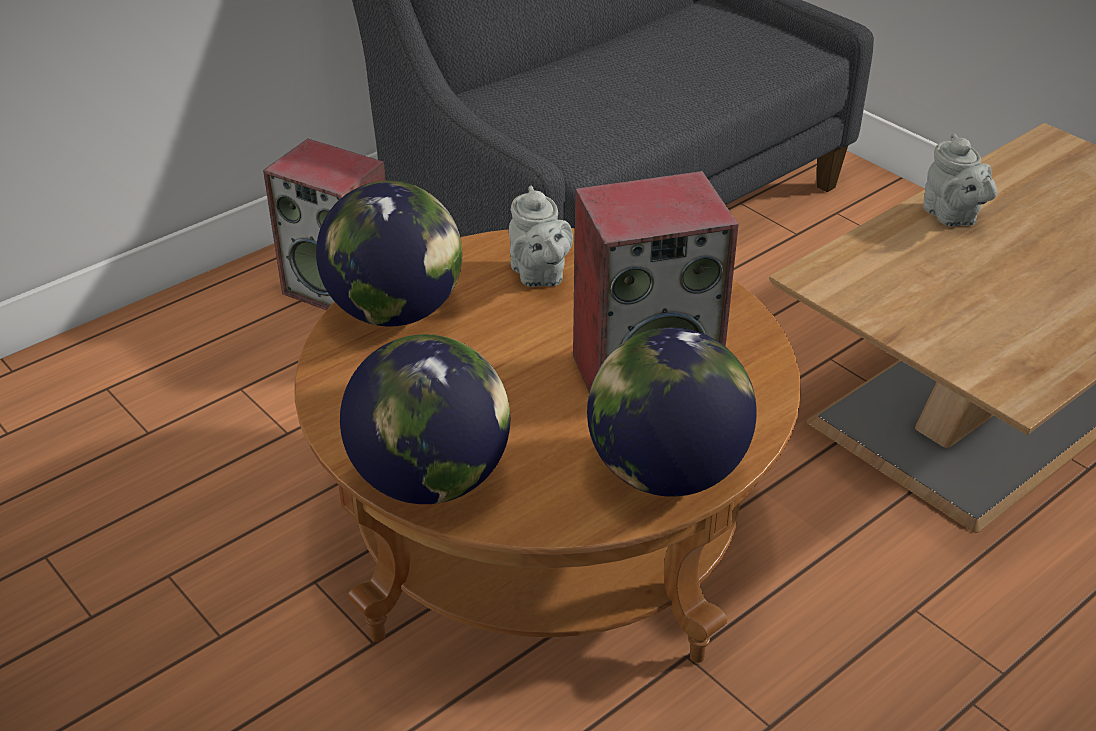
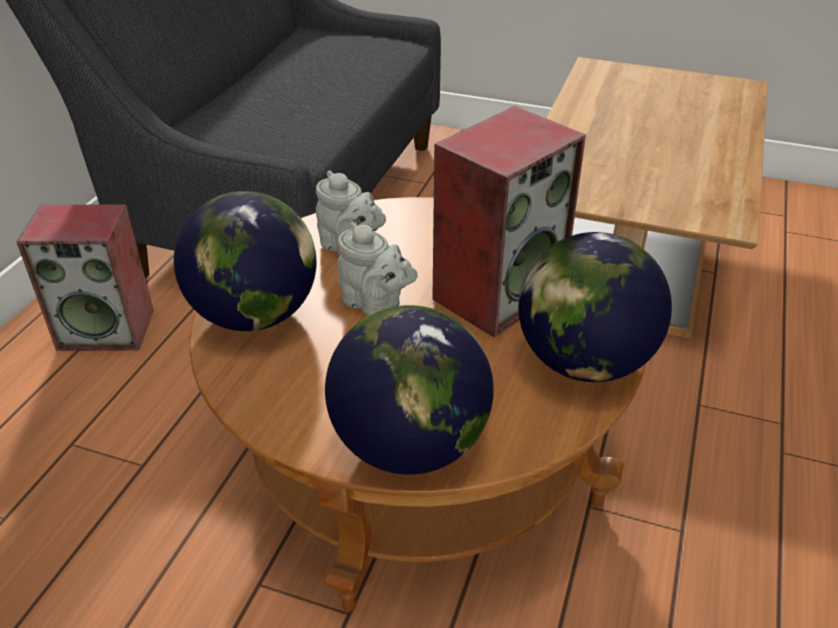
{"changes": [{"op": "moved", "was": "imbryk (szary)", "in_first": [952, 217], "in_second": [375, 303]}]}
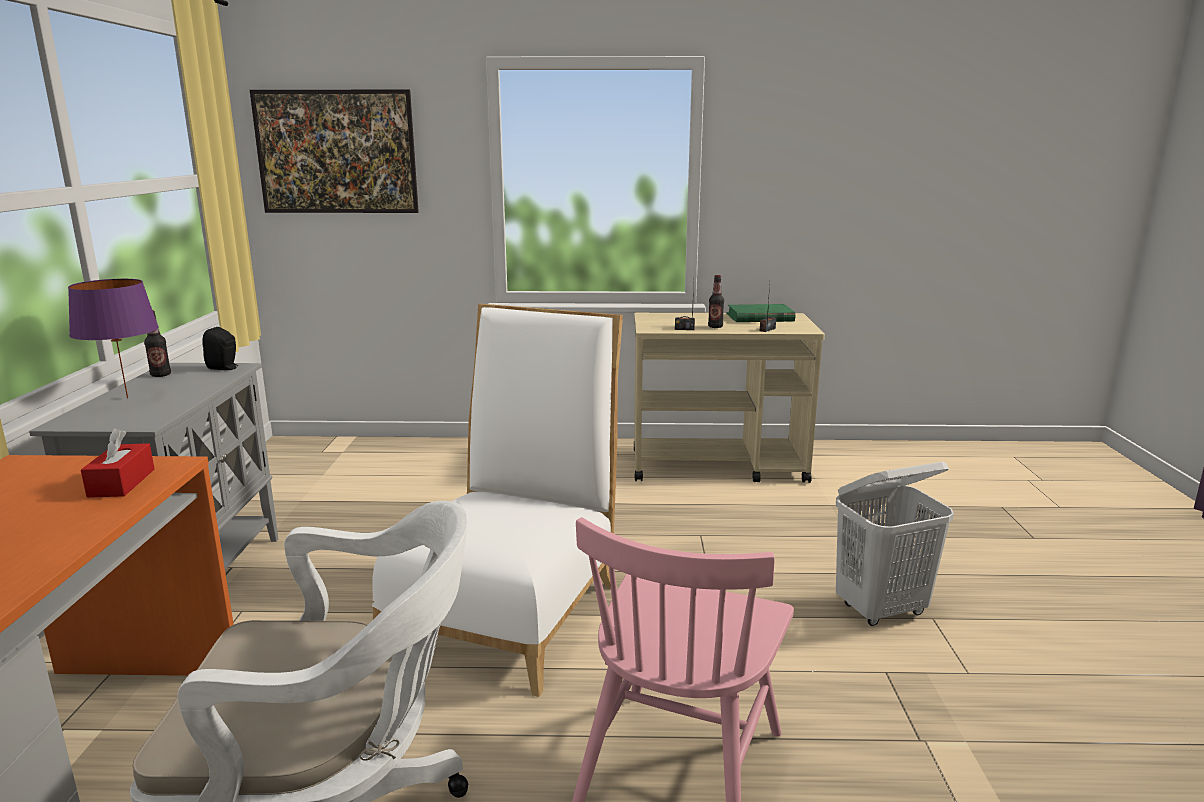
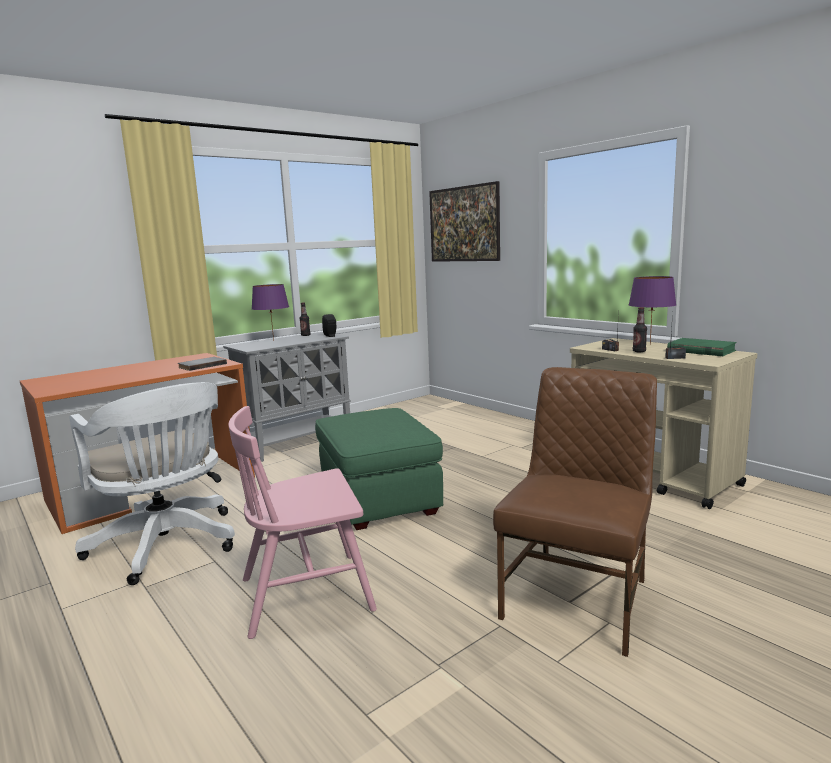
{"changes": [{"op": "added", "now": "lampa stołowa (fioletowy)", "in_second": [649, 344]}, {"op": "replaced", "was": "pudełko chusteczek (czerwony)", "now": "książka (szary)", "in_first": [121, 483], "in_second": [201, 365]}, {"op": "replaced", "was": "krzesło (biały)", "now": "pufa (zielony)", "in_first": [510, 608], "in_second": [378, 498]}, {"op": "replaced", "was": "kosz na pranie (biały)", "now": "krzesło (brązowy)", "in_first": [881, 610], "in_second": [579, 598]}]}
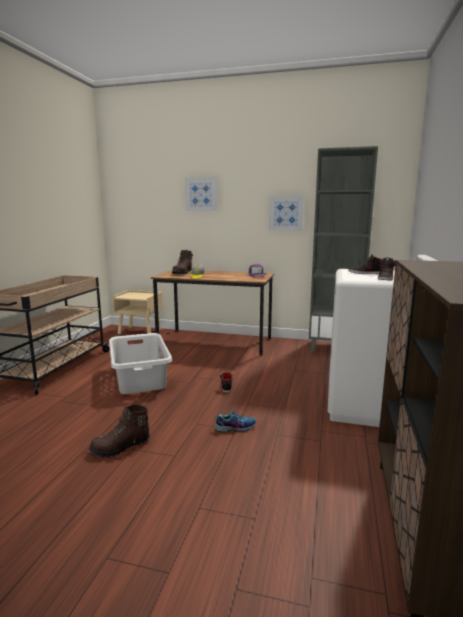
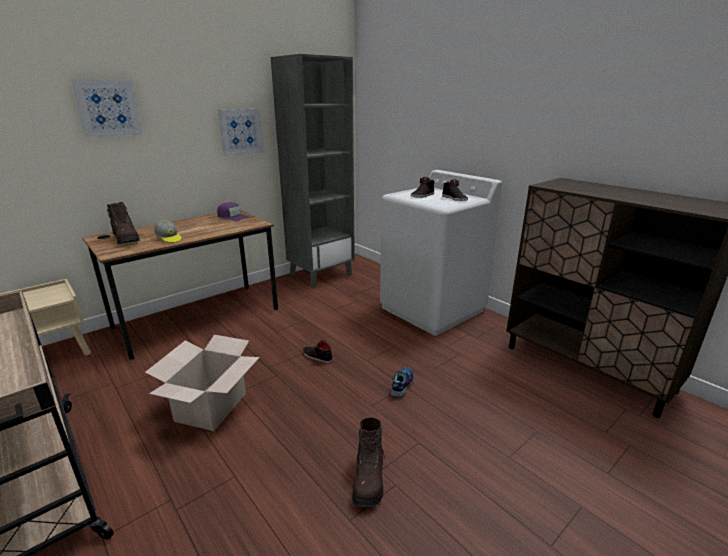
{"changes": [{"op": "replaced", "was": "kosz na pranie (szary)", "now": "karton", "in_first": [140, 377], "in_second": [211, 406]}]}
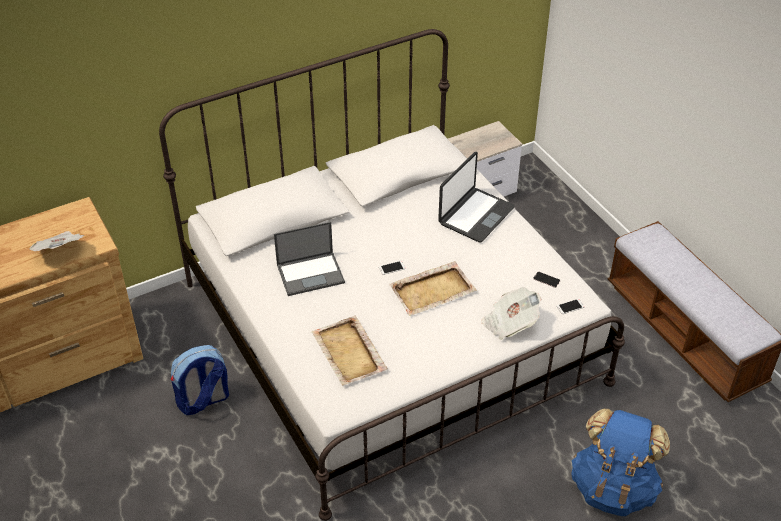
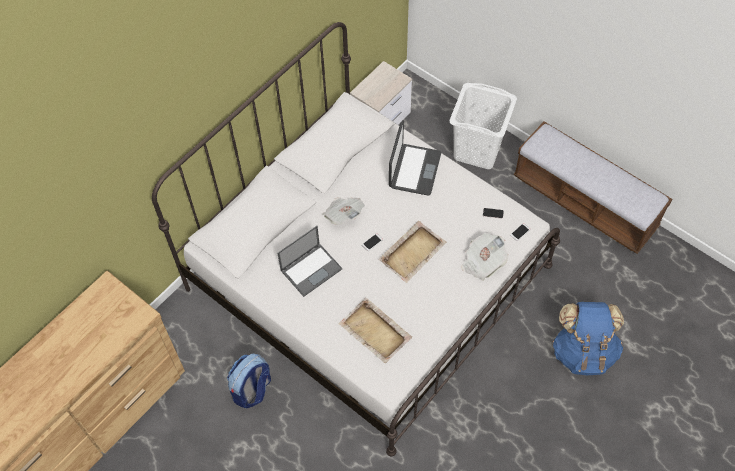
{"changes": [{"op": "added", "now": "kosz na pranie (biały)", "in_second": [478, 150]}, {"op": "moved", "was": "gazeta", "in_first": [60, 251], "in_second": [343, 215]}]}
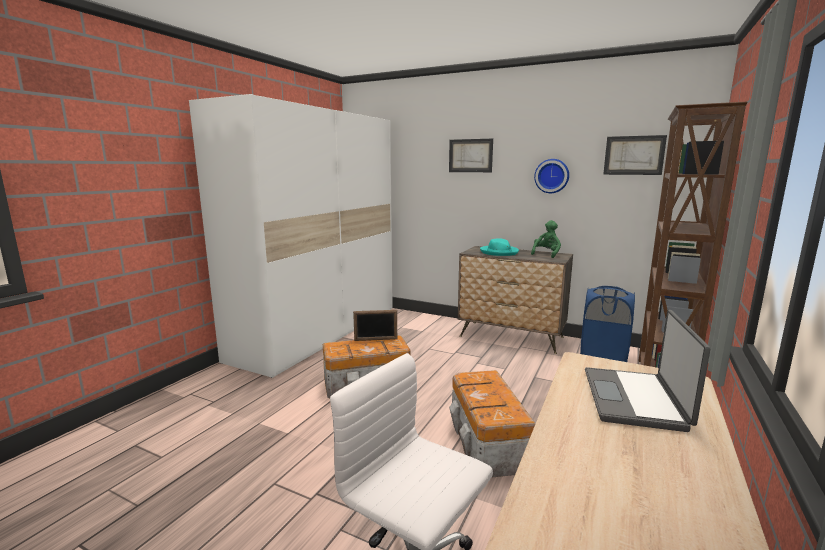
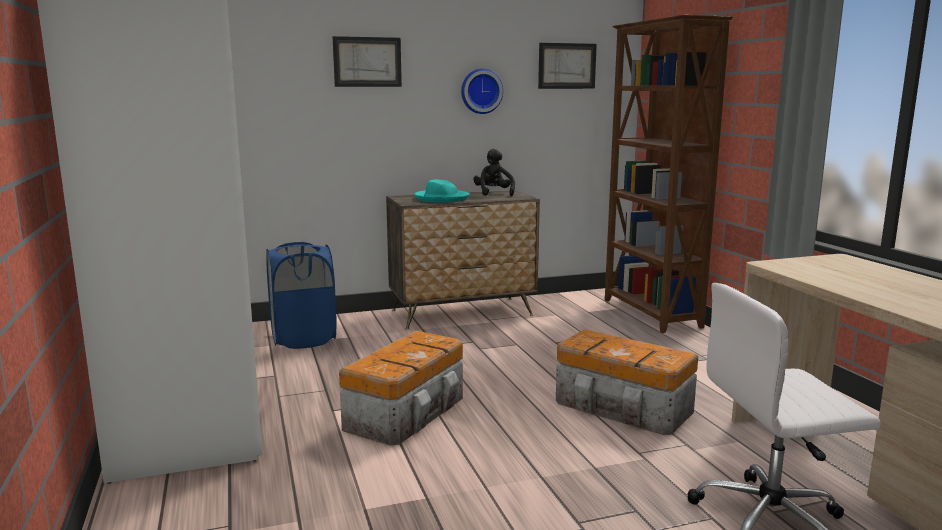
{"changes": [{"op": "removed", "was": "ramka na zdjęcie", "in_first": [375, 339]}, {"op": "removed", "was": "laptop", "in_first": [635, 399]}, {"op": "moved", "was": "kosz na pranie (niebieski)", "in_first": [603, 356], "in_second": [303, 339]}, {"op": "recoloured", "was": "pluszak (zielony)", "now": "pluszak (czarny)", "in_first": [546, 254], "in_second": [493, 193]}]}
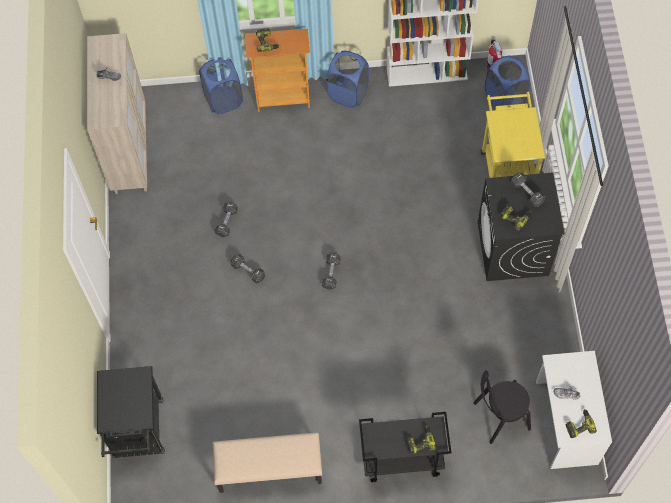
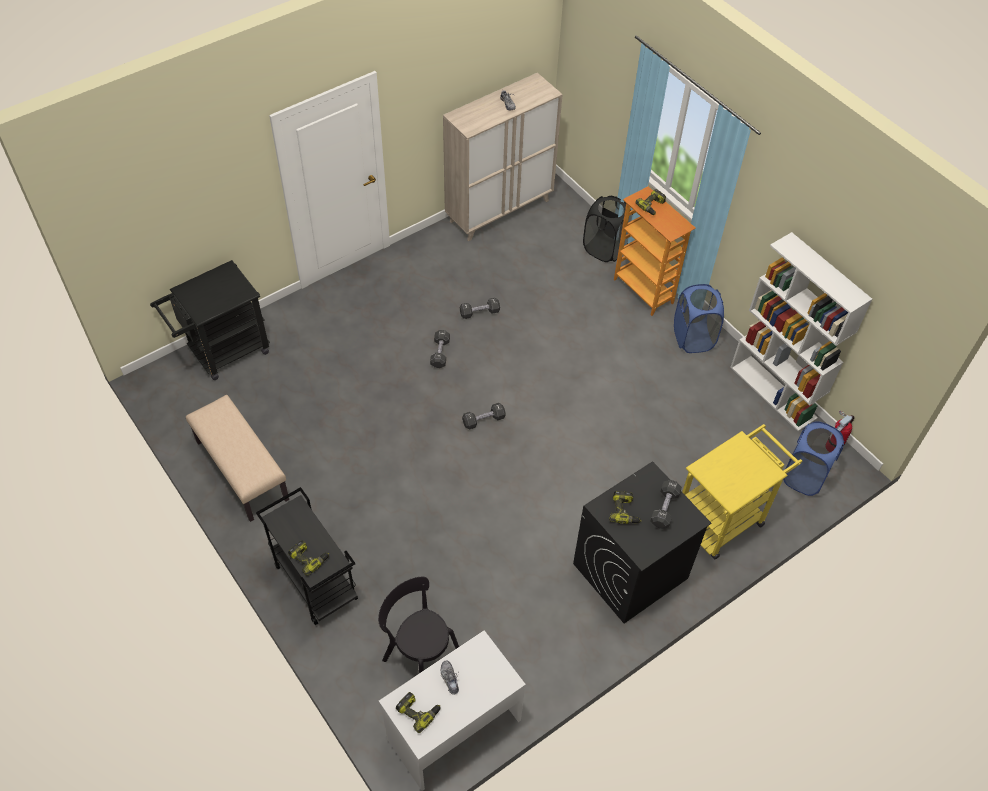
{"changes": [{"op": "recoloured", "was": "kosz na pranie (niebieski)", "now": "kosz na pranie (czarny)", "in_first": [223, 100], "in_second": [605, 249]}]}
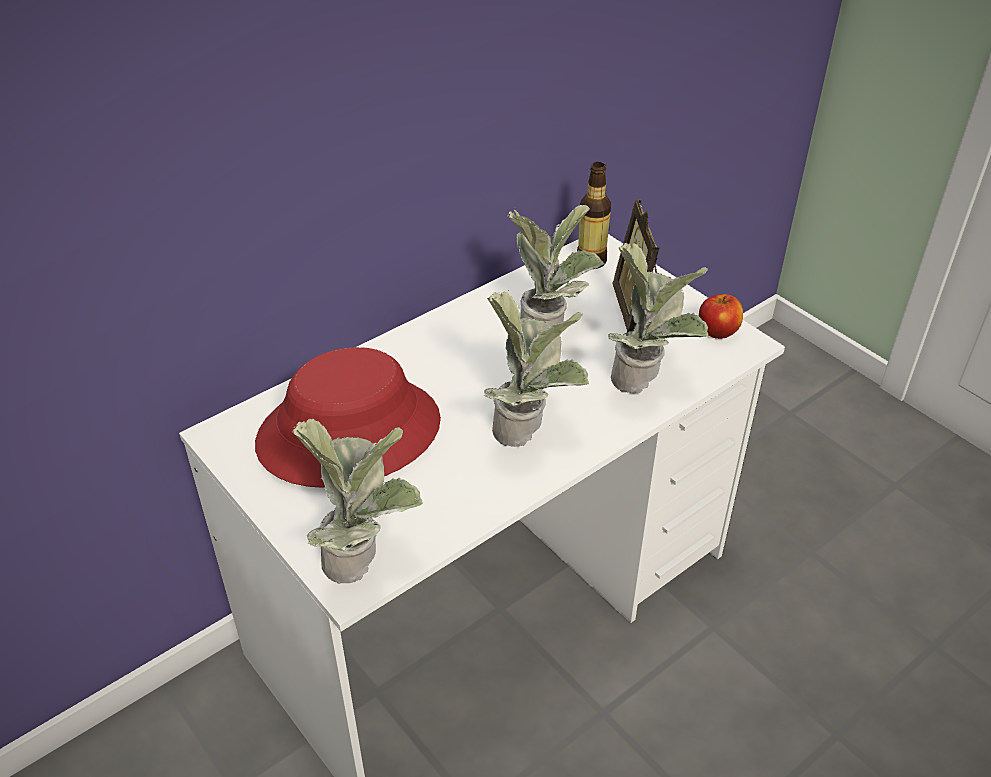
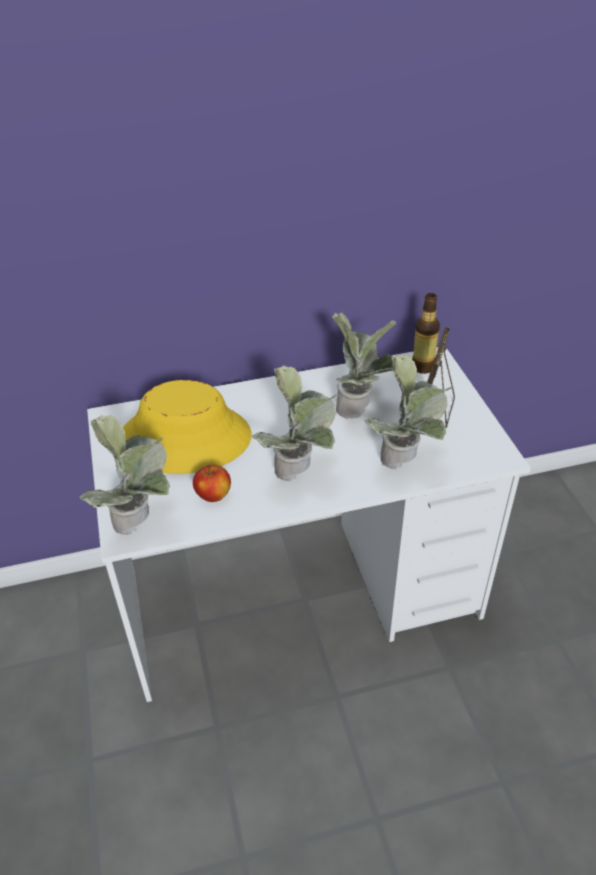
{"changes": [{"op": "moved", "was": "jabłko", "in_first": [717, 332], "in_second": [214, 495]}, {"op": "recoloured", "was": "kapelusz (czerwony)", "now": "kapelusz (żółty)", "in_first": [349, 432], "in_second": [185, 438]}]}
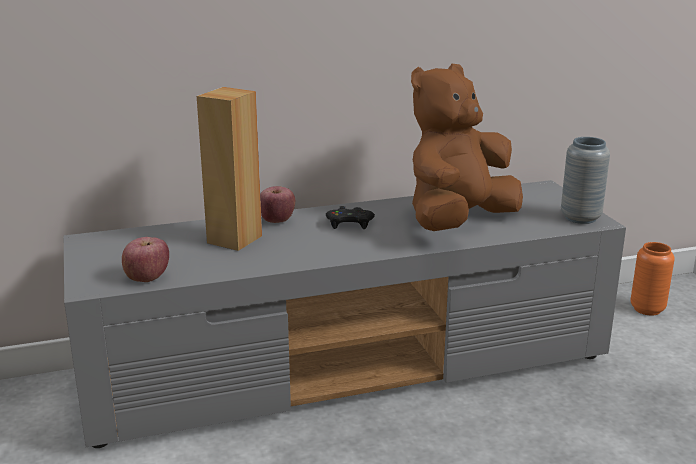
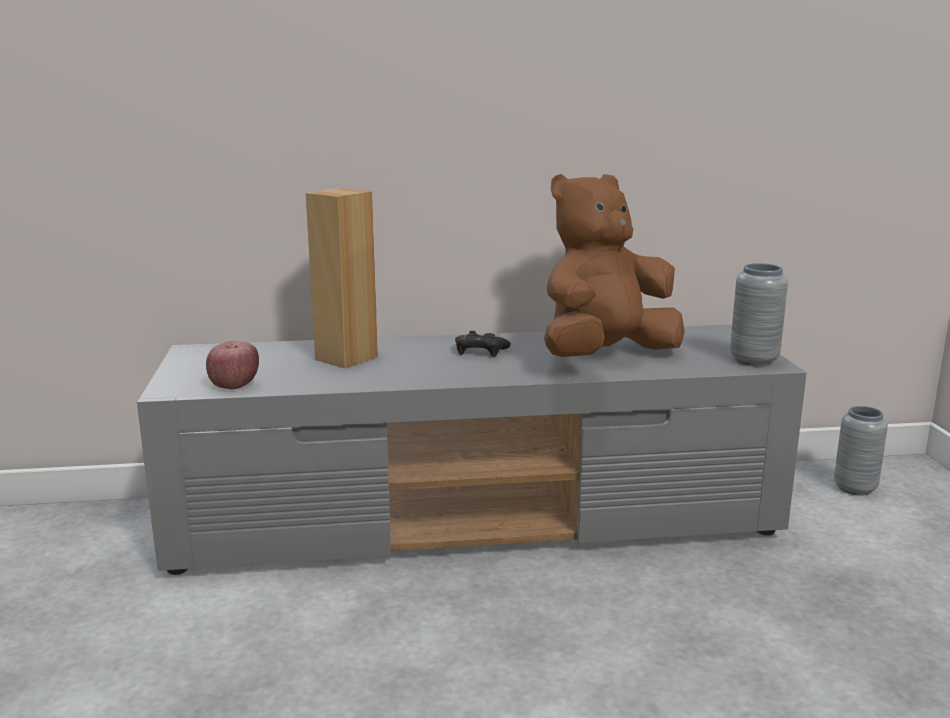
{"changes": [{"op": "removed", "was": "jabłko", "in_first": [277, 221]}, {"op": "recoloured", "was": "wazon (pomarańczowy)", "now": "wazon (szary)", "in_first": [647, 309], "in_second": [855, 488]}]}
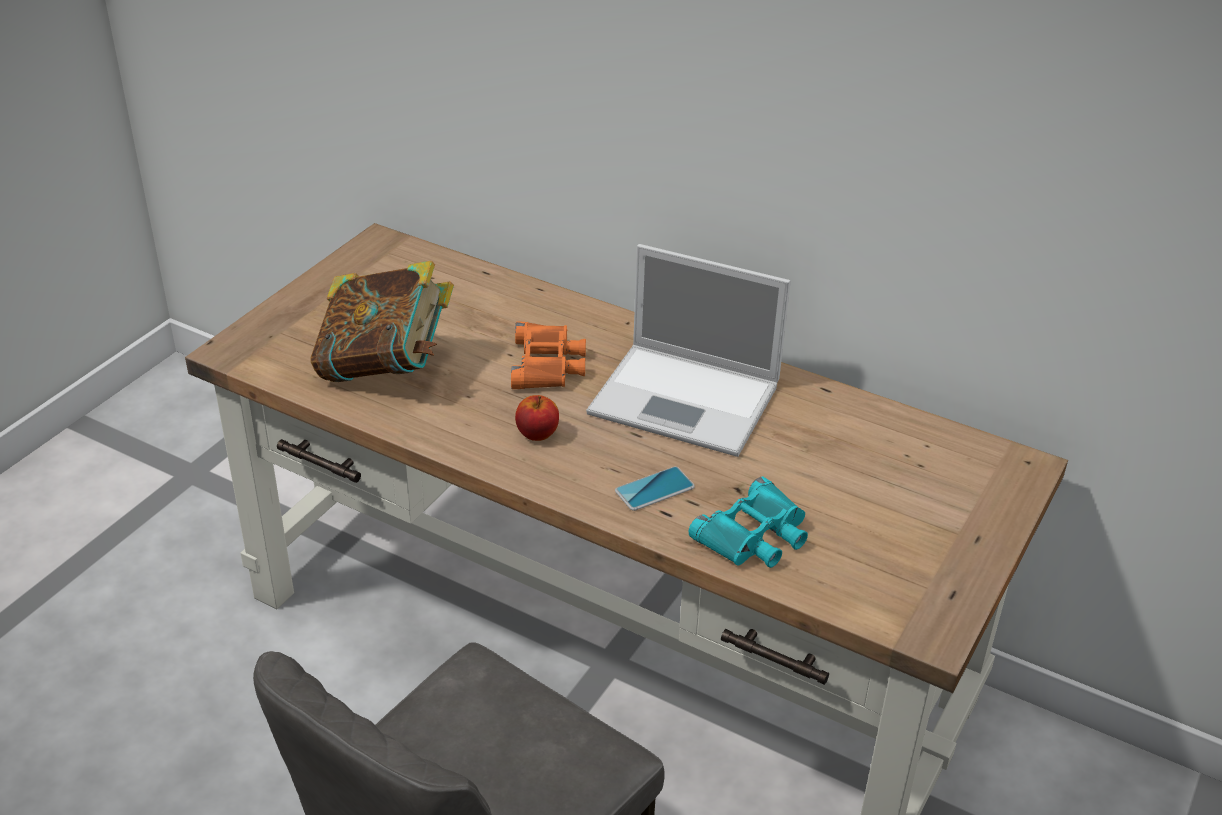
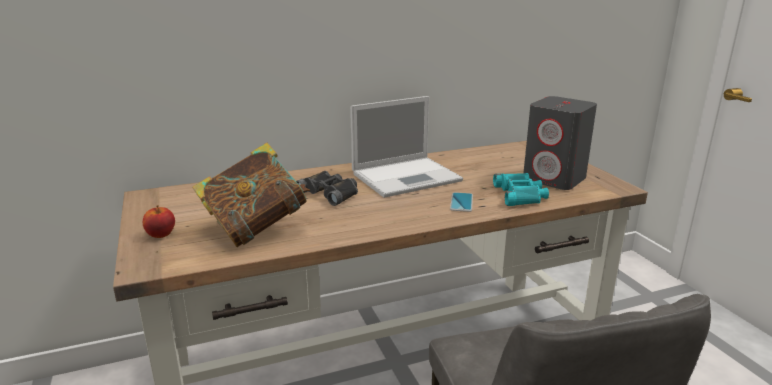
{"changes": [{"op": "added", "now": "głośnik (szary)", "in_second": [555, 179]}, {"op": "moved", "was": "jabłko", "in_first": [537, 434], "in_second": [161, 235]}, {"op": "recoloured", "was": "lornetka (pomarańczowy)", "now": "lornetka (czarny)", "in_first": [548, 364], "in_second": [330, 193]}]}
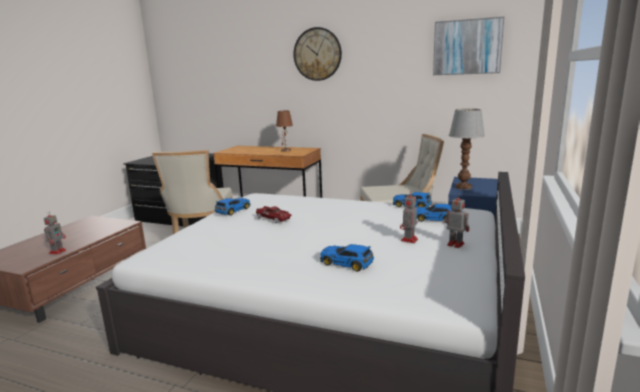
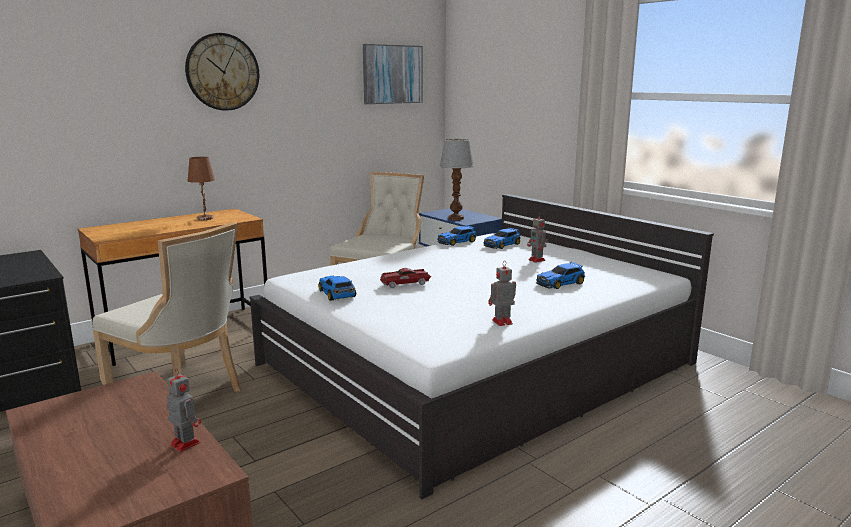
{"changes": [{"op": "moved", "was": "robot zabawkowy", "in_first": [454, 244], "in_second": [501, 322]}]}
